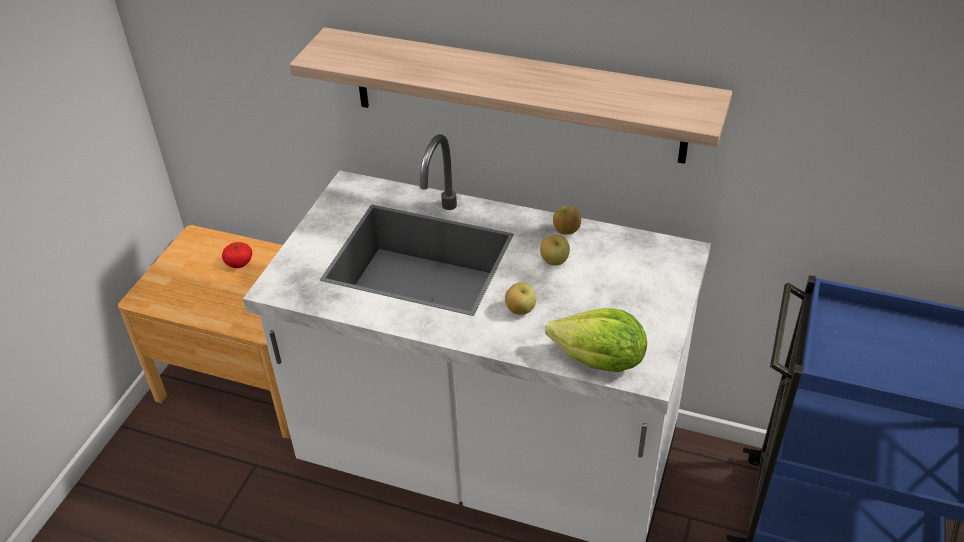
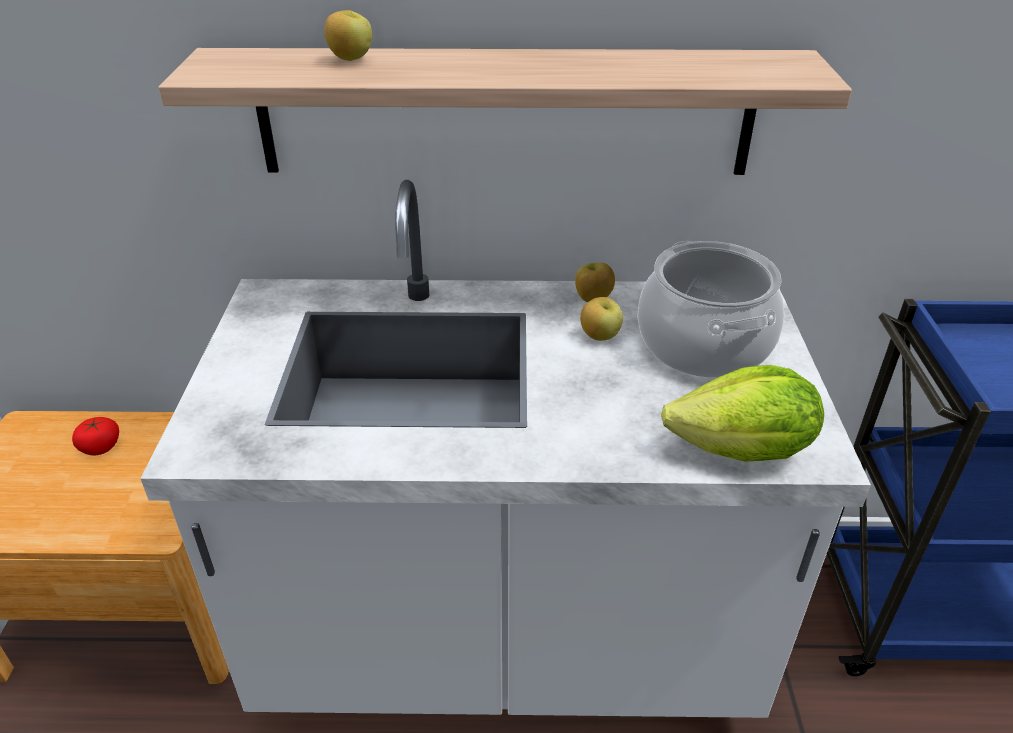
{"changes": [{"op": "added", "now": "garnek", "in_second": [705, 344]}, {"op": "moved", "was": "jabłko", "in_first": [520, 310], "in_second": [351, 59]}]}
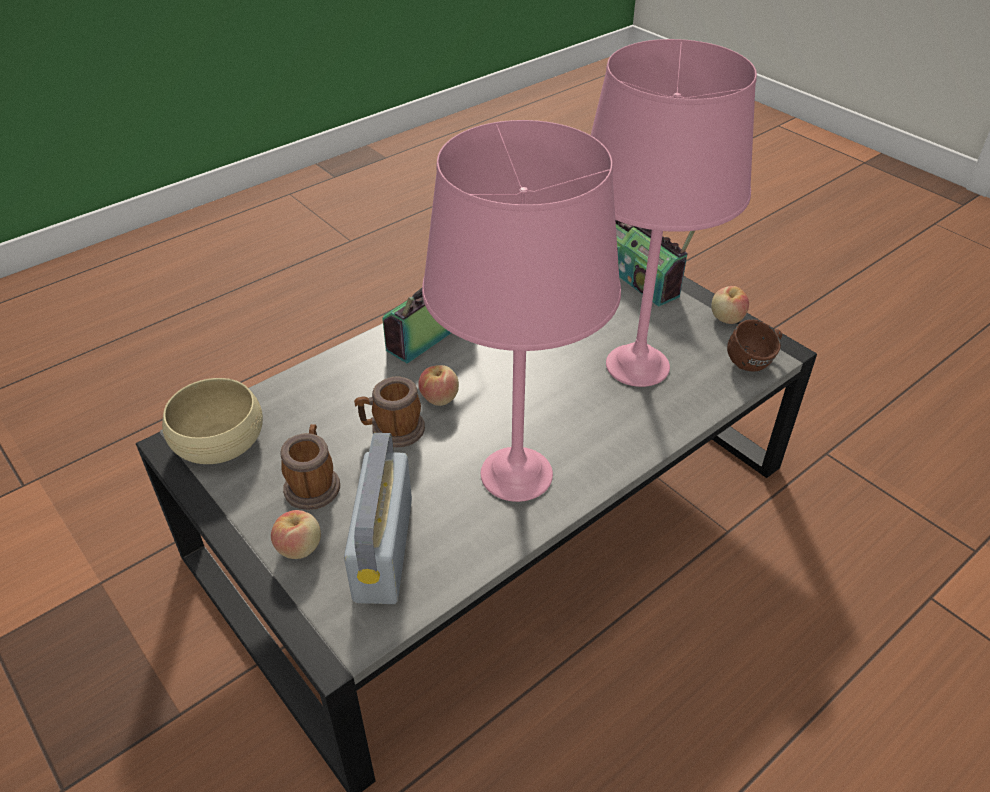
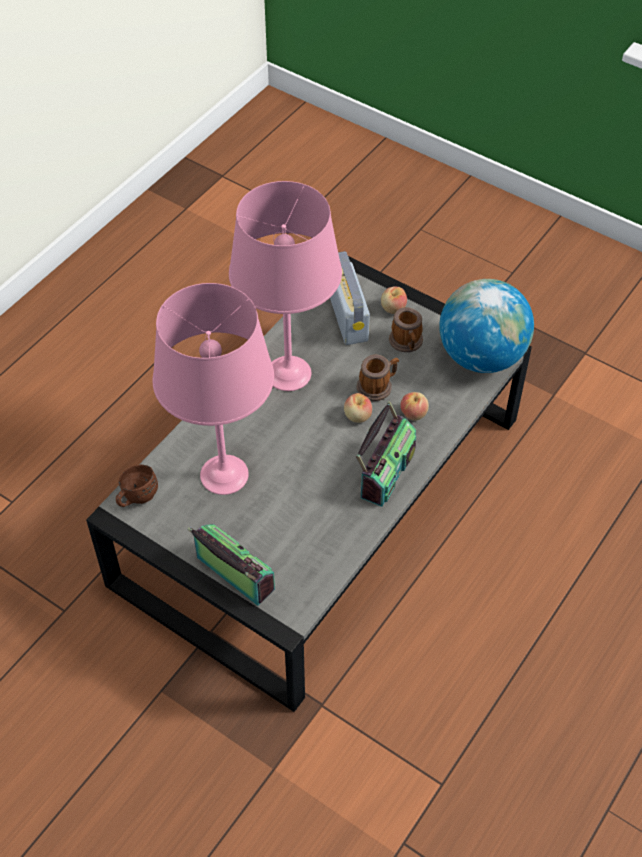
{"changes": [{"op": "moved", "was": "jabłko", "in_first": [726, 318], "in_second": [413, 414]}, {"op": "replaced", "was": "miska (beżowy)", "now": "globus", "in_first": [219, 441], "in_second": [481, 356]}]}
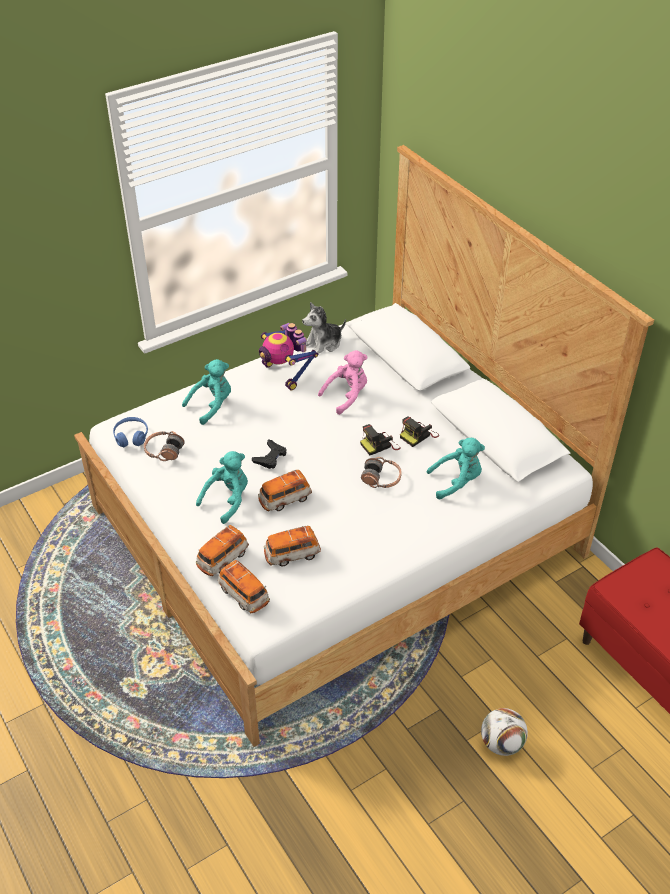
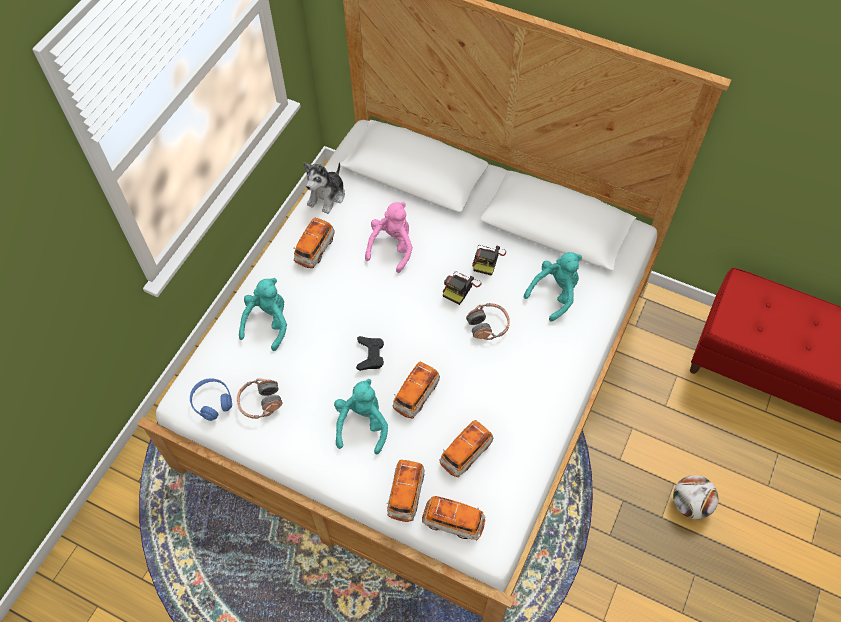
{"changes": [{"op": "replaced", "was": "robot zabawkowy", "now": "samochodzik", "in_first": [285, 374], "in_second": [315, 249]}]}
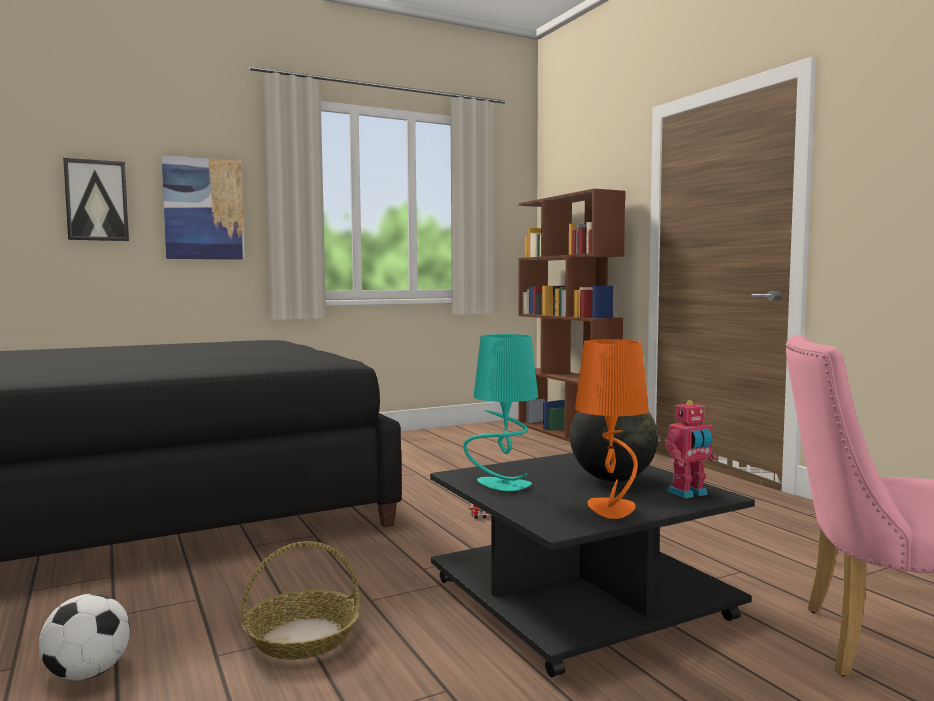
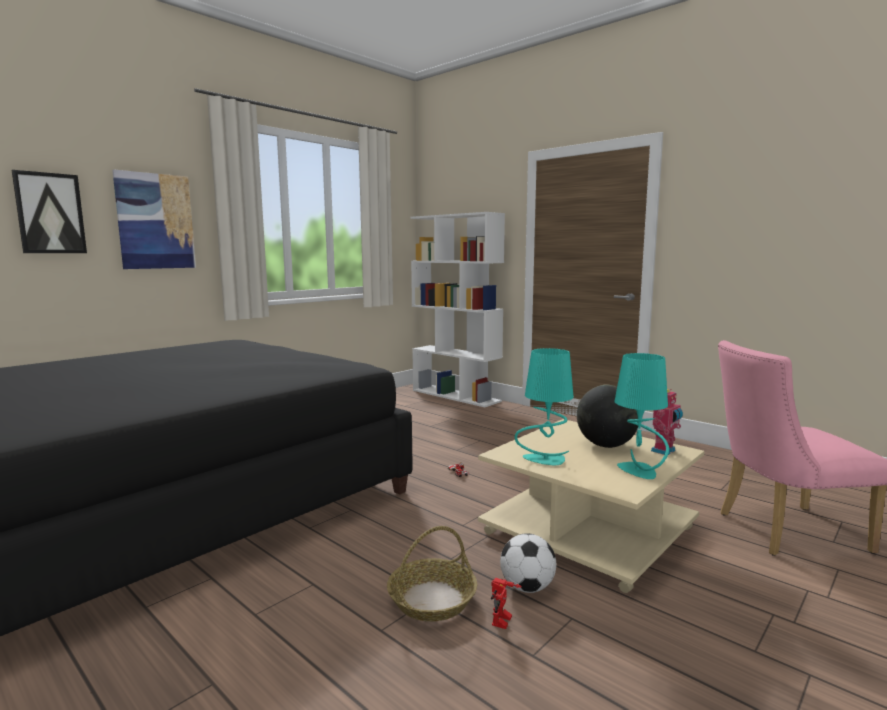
{"changes": [{"op": "added", "now": "robot zabawkowy", "in_second": [504, 622]}, {"op": "moved", "was": "piłka futbolowa", "in_first": [87, 674], "in_second": [527, 587]}, {"op": "recoloured", "was": "ława (czarny)", "now": "ława (beżowy)", "in_first": [579, 600], "in_second": [589, 532]}, {"op": "recoloured", "was": "regał (brązowy)", "now": "regał (biały)", "in_first": [567, 434], "in_second": [456, 396]}, {"op": "recoloured", "was": "lampa stołowa (pomarańczowy)", "now": "lampa stołowa (turkusowy)", "in_first": [612, 510], "in_second": [639, 471]}]}
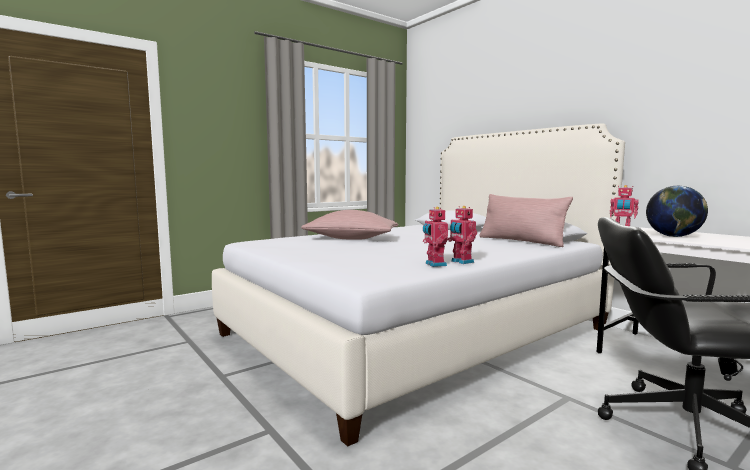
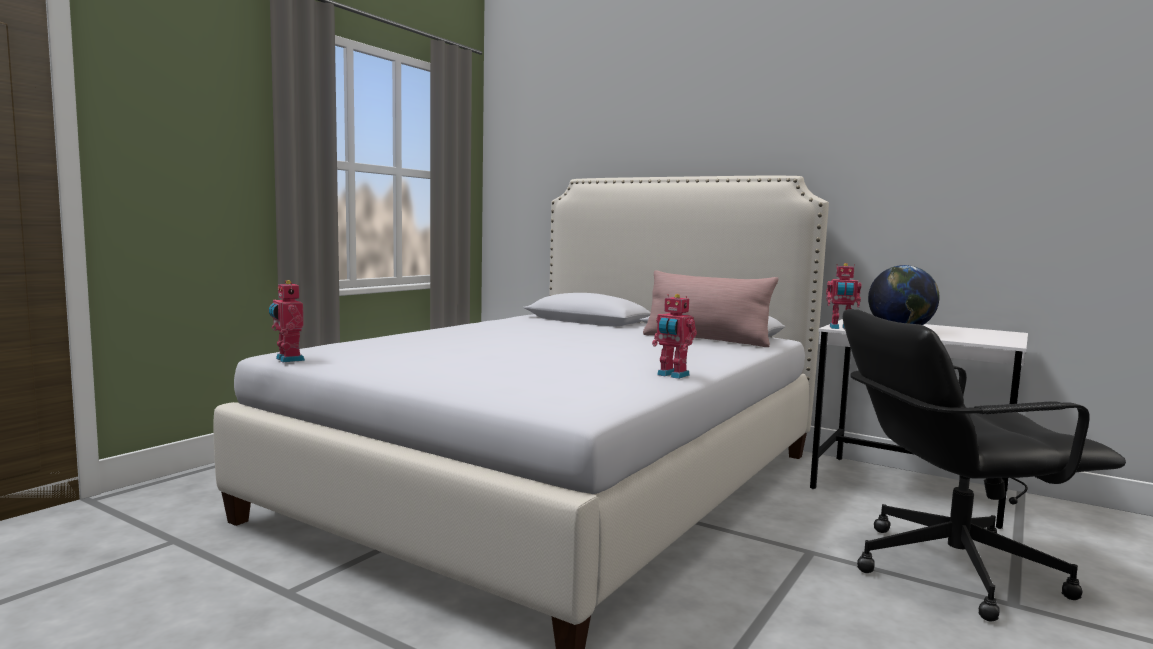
{"changes": [{"op": "removed", "was": "poduszka (różowy)", "in_first": [351, 239]}, {"op": "moved", "was": "robot zabawkowy", "in_first": [434, 264], "in_second": [288, 359]}]}
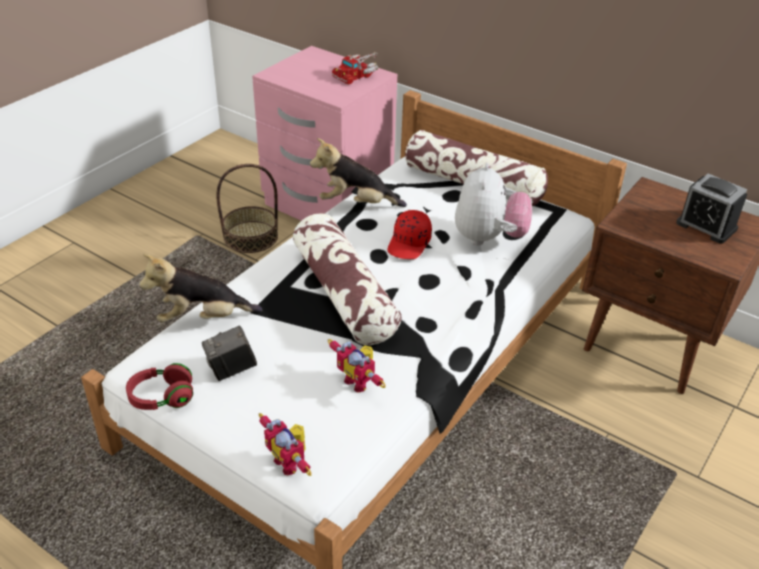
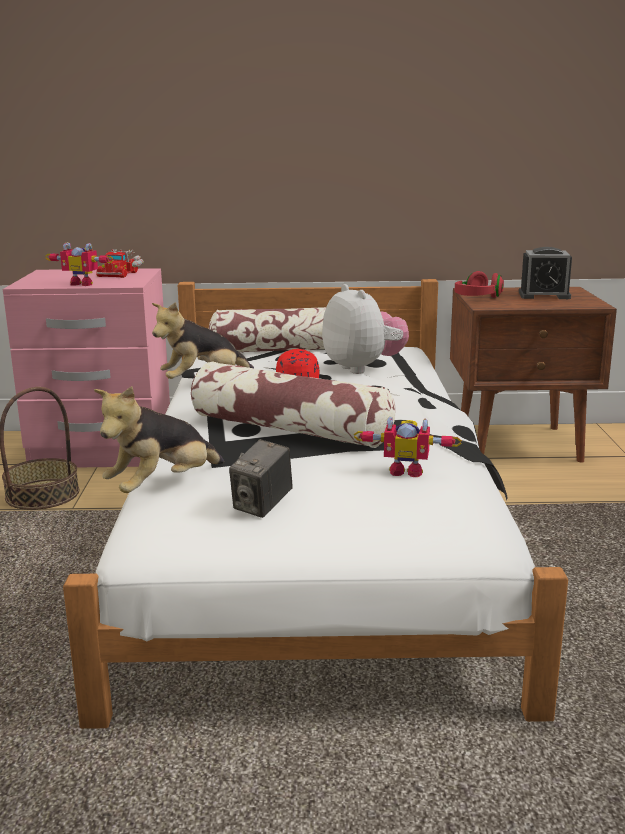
{"changes": [{"op": "moved", "was": "słuchawki (czerwony)", "in_first": [162, 397], "in_second": [477, 298]}, {"op": "moved", "was": "robot zabawkowy", "in_first": [290, 462], "in_second": [83, 283]}]}
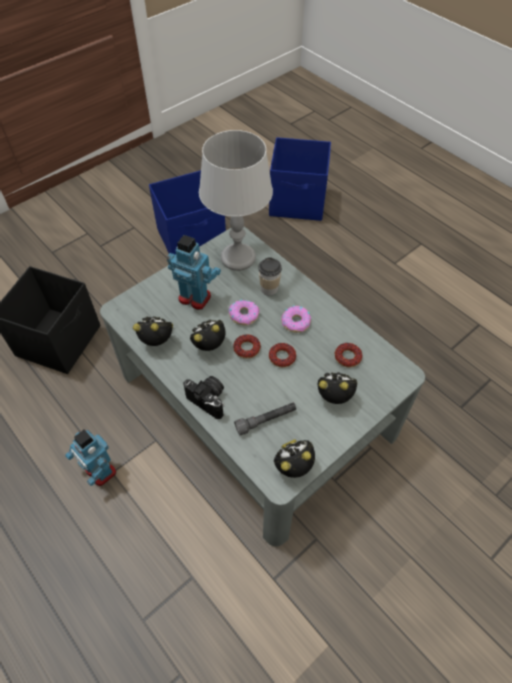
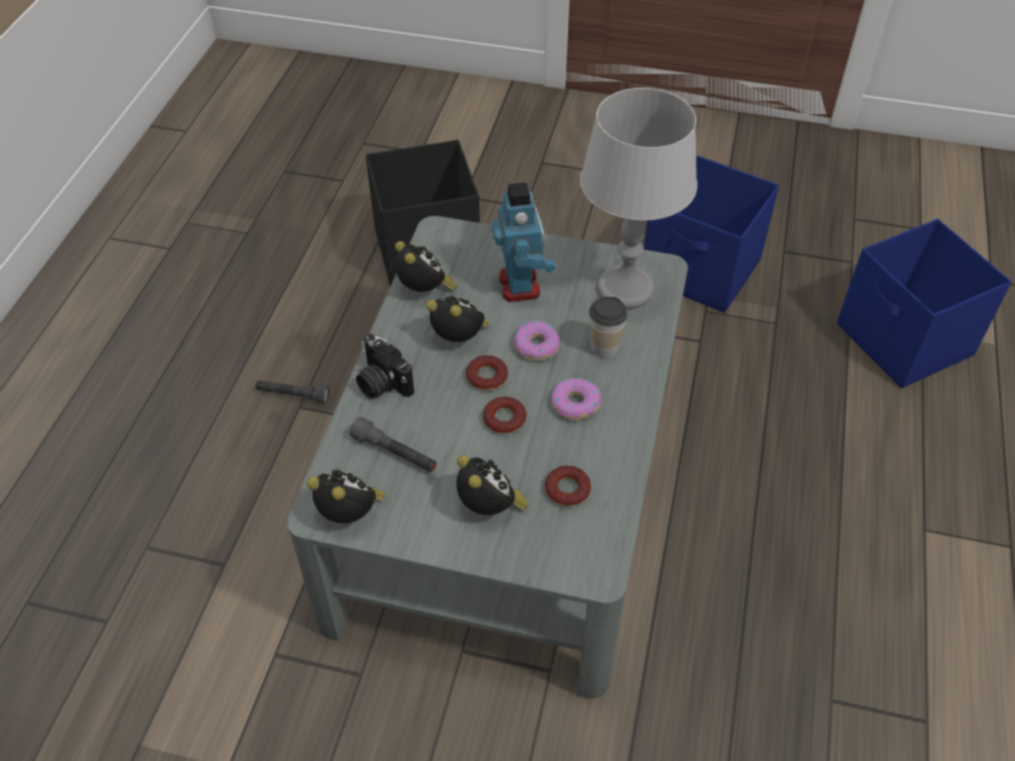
{"changes": [{"op": "replaced", "was": "robot zabawkowy", "now": "latarka (szary)", "in_first": [100, 471], "in_second": [292, 395]}, {"op": "turned", "was": "aparat fotograficzny", "in_first": [209, 399], "in_second": [381, 383], "clockwise": 135}]}
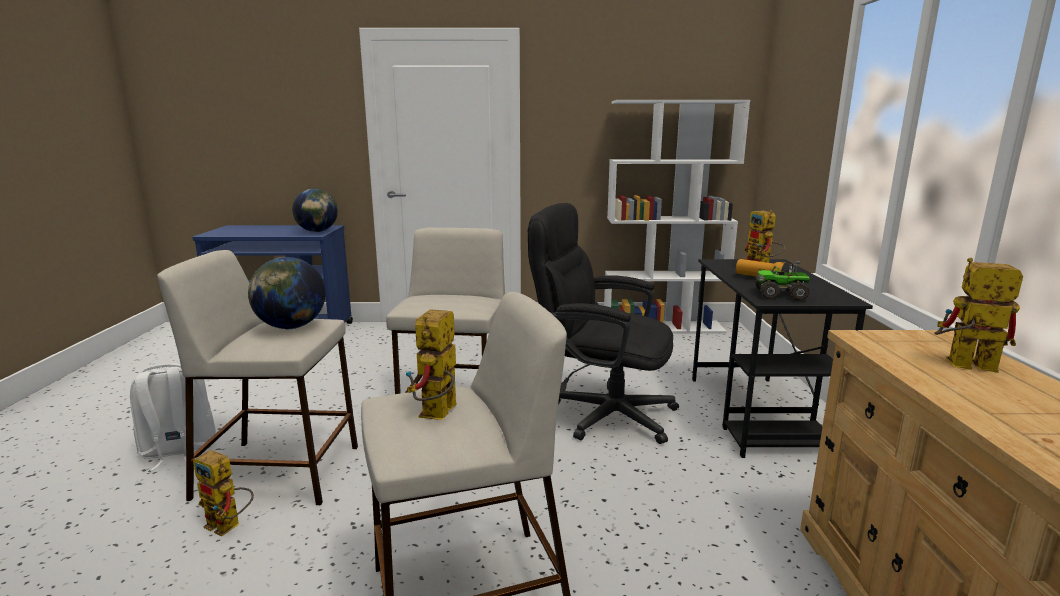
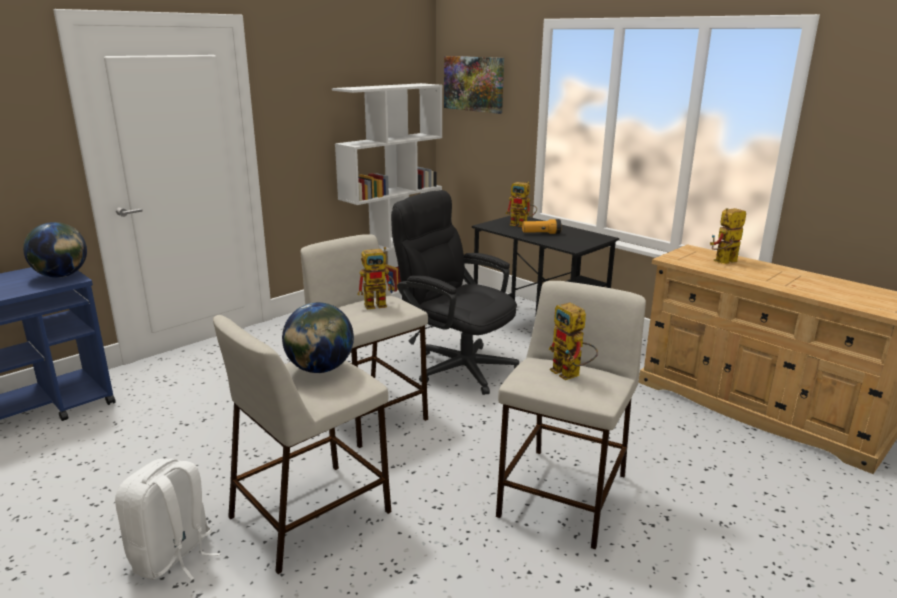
{"changes": [{"op": "removed", "was": "ciężarówka zabawkowa", "in_first": [781, 295]}, {"op": "added", "now": "obraz", "in_second": [474, 84]}, {"op": "moved", "was": "robot zabawkowy", "in_first": [229, 526], "in_second": [380, 304]}, {"op": "turned", "was": "krzesło biurowe (czarny)", "in_first": [600, 412], "in_second": [456, 365], "clockwise": 60}]}
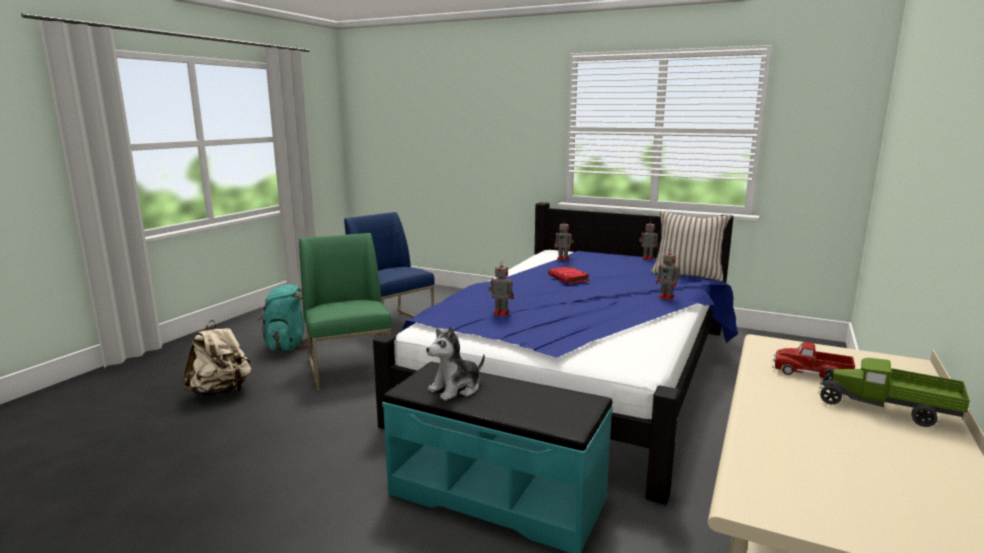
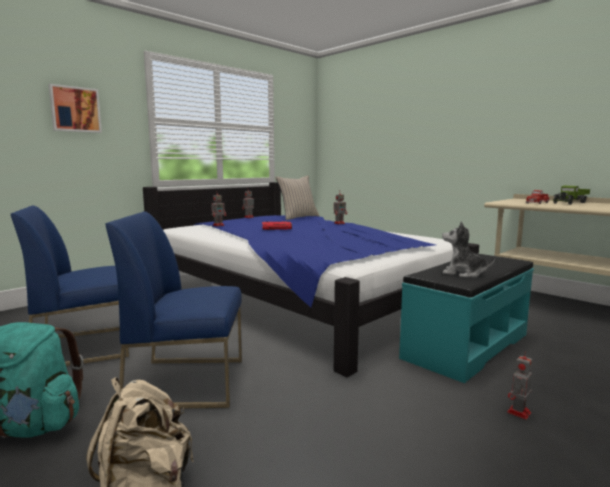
{"changes": [{"op": "added", "now": "obraz", "in_second": [75, 109]}, {"op": "moved", "was": "robot zabawkowy", "in_first": [500, 313], "in_second": [518, 413]}, {"op": "recoloured", "was": "krzesło (zielony)", "now": "krzesło (niebieski)", "in_first": [350, 369], "in_second": [188, 382]}, {"op": "turned", "was": "pluszak", "in_first": [456, 389], "in_second": [463, 273], "clockwise": 135}]}
